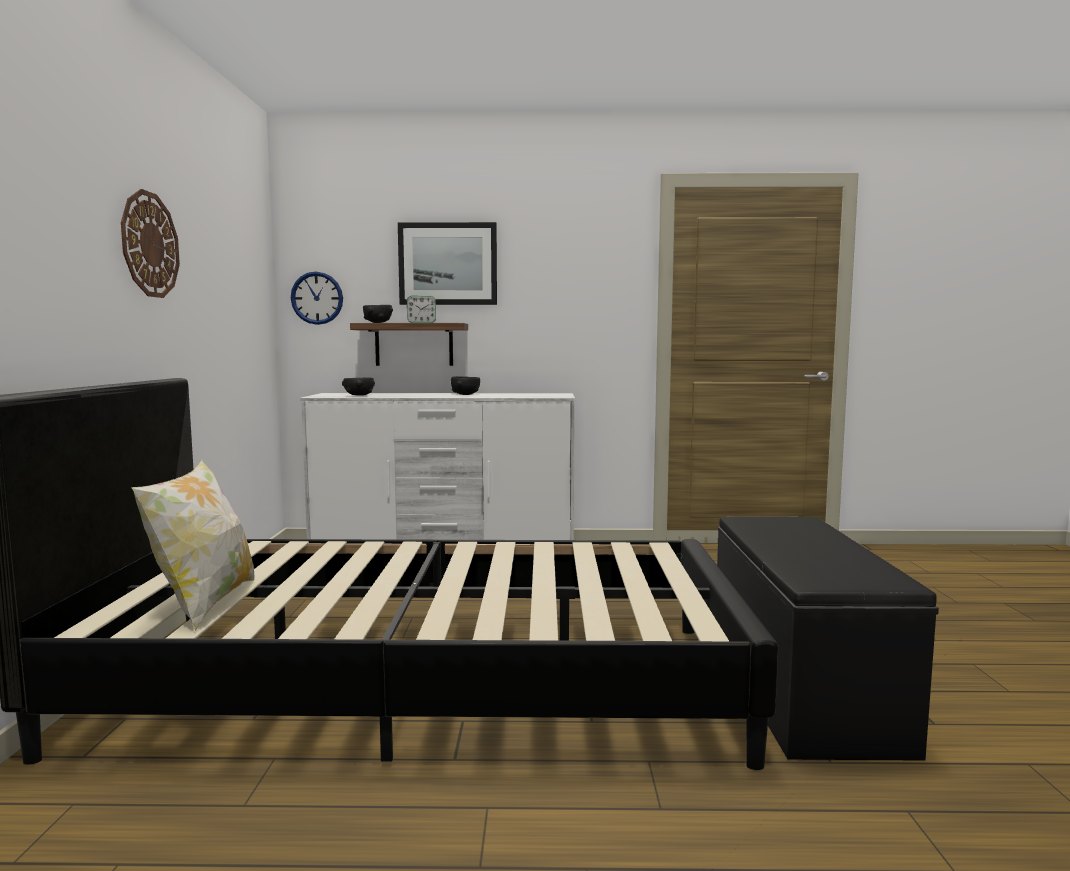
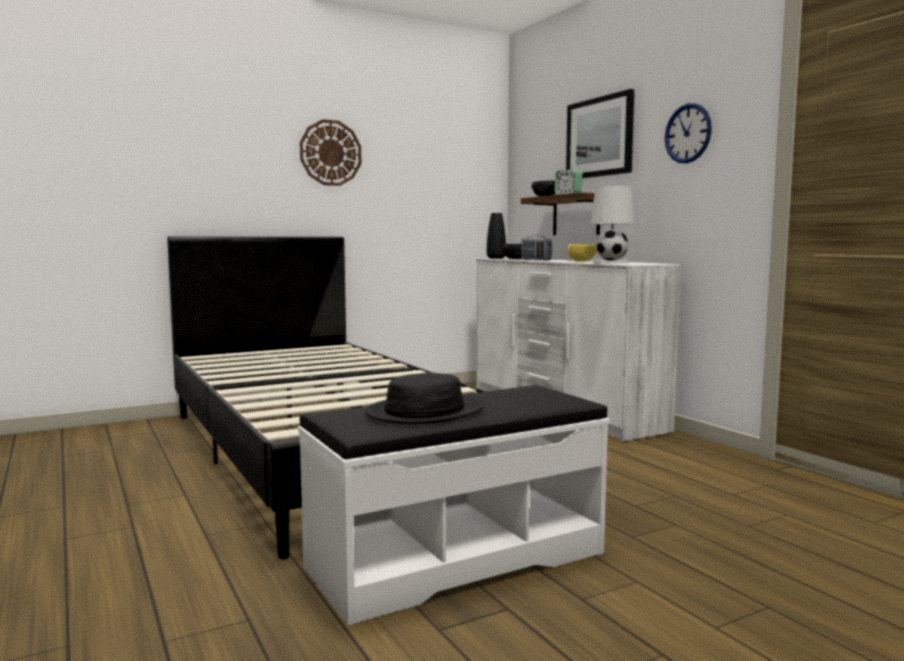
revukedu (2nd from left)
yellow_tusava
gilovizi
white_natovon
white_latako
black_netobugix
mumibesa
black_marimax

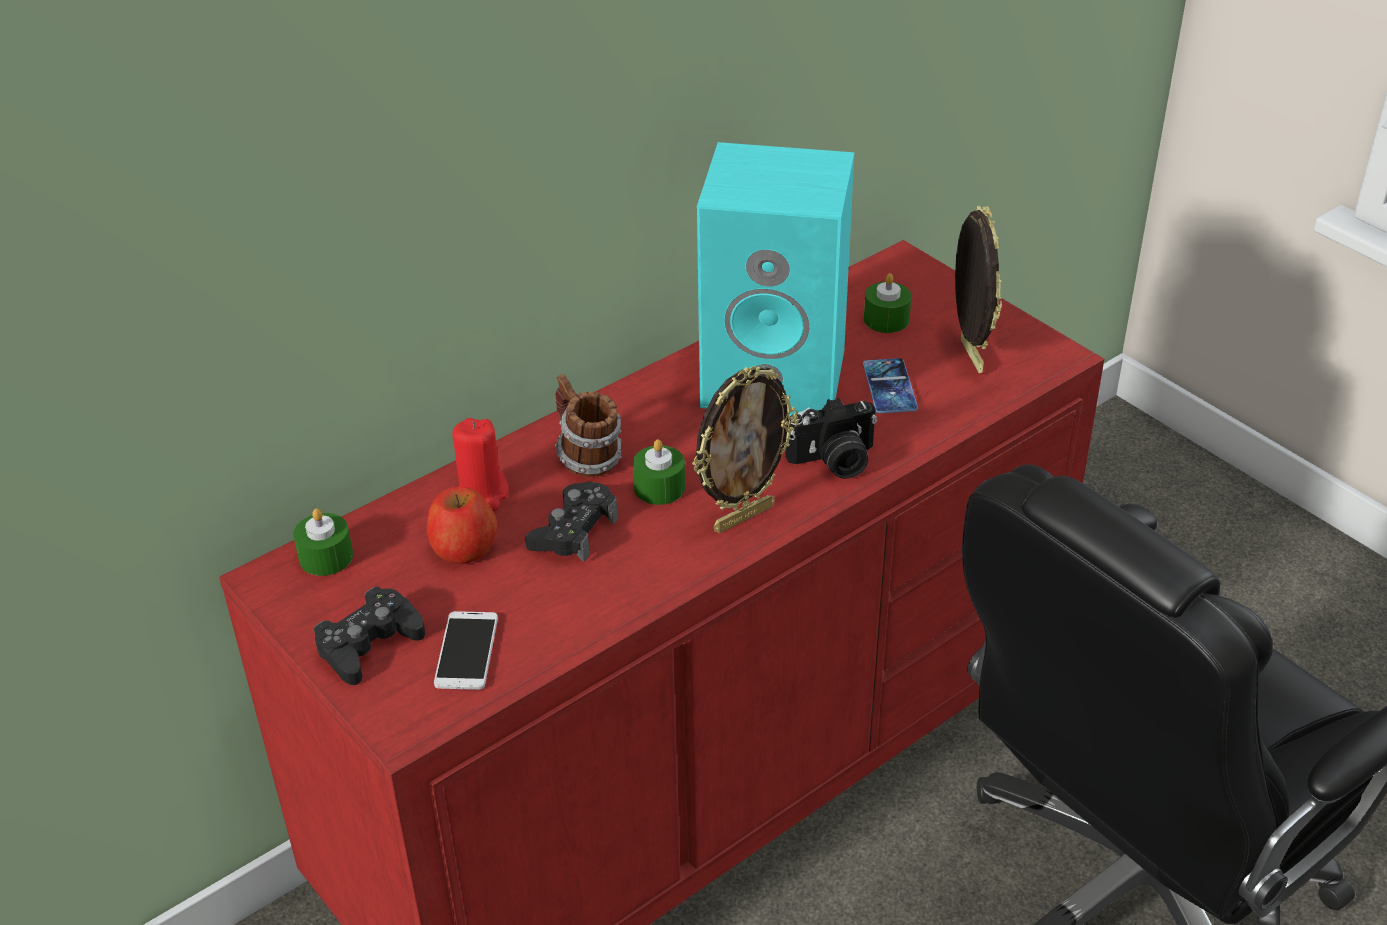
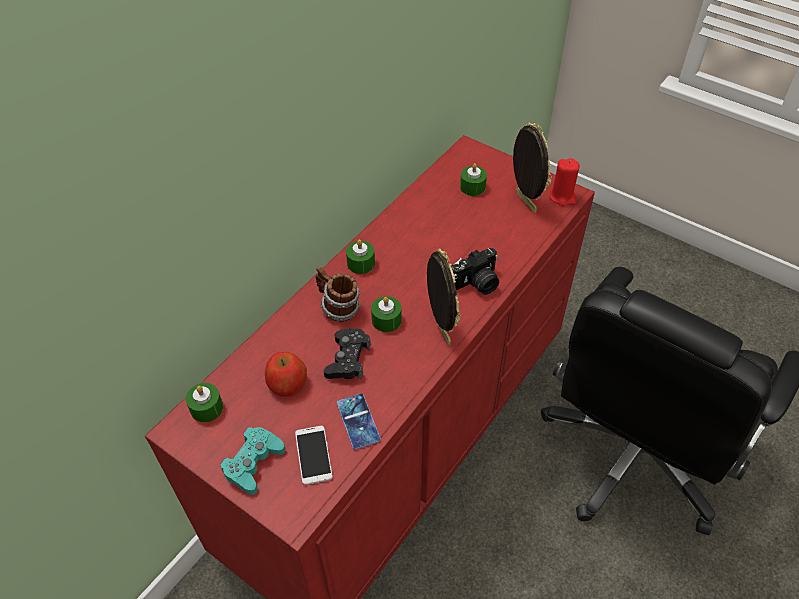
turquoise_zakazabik
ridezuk (2nd from left)
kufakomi (1st from left)
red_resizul
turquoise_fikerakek
green_resizul (2nd from left)

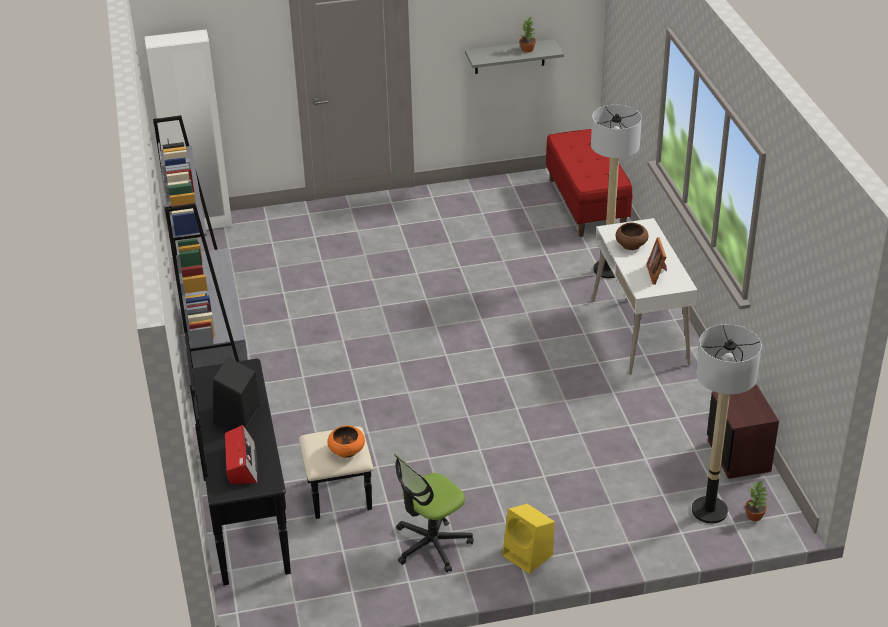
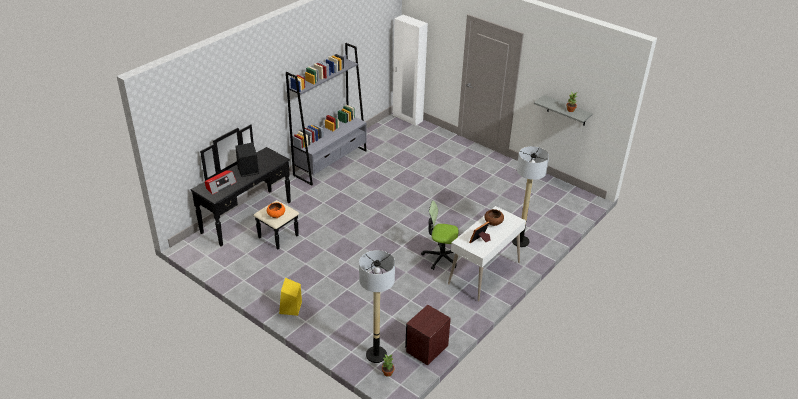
red_natovon
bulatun

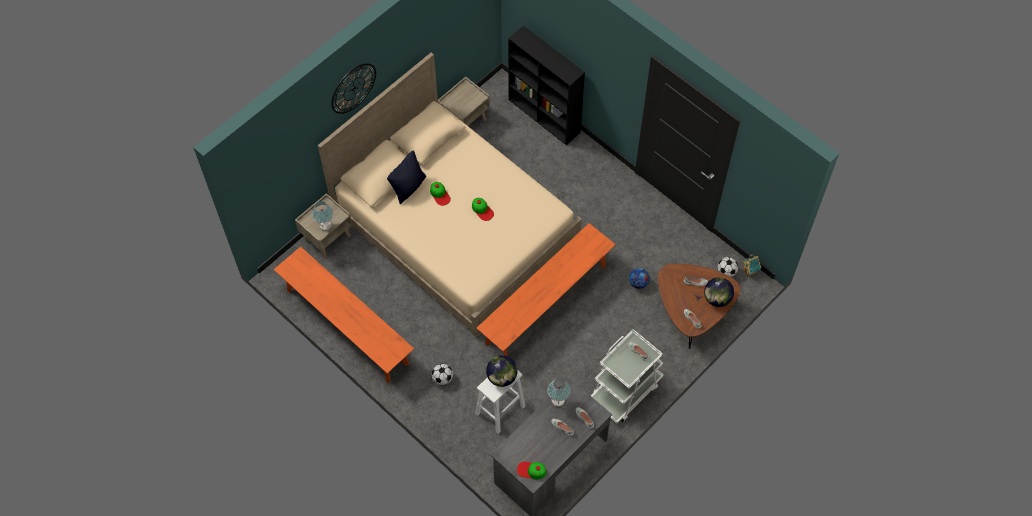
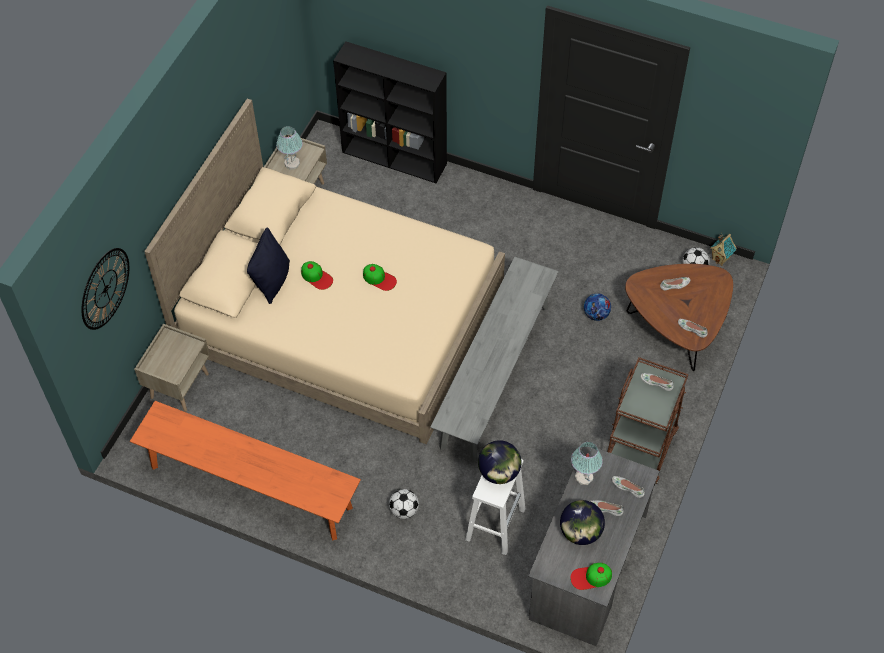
revukedu
latako (1st from left)
grey_natovon
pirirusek (2nd from left)
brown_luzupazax

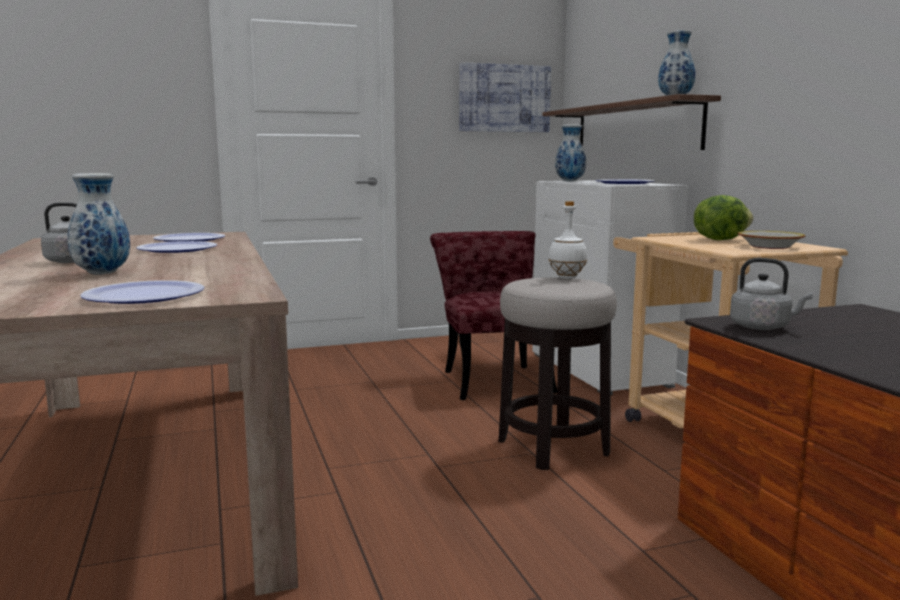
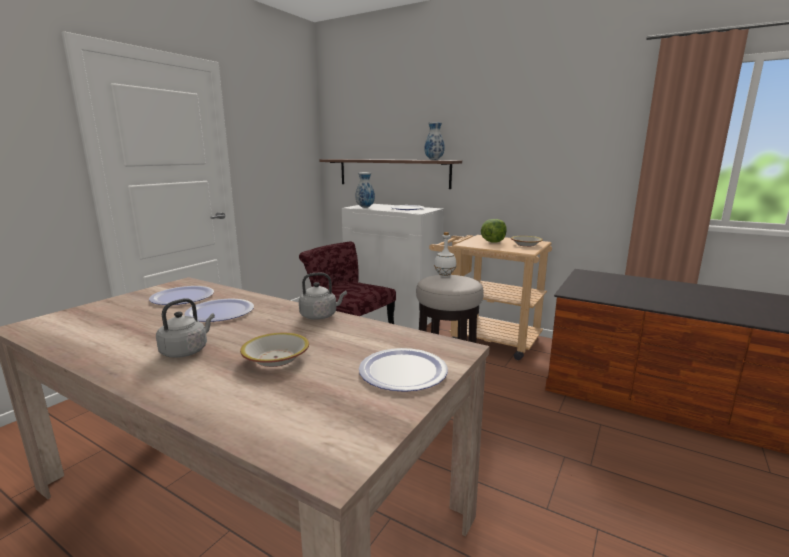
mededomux
tusava (1st from left)
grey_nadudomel (2nd from left)

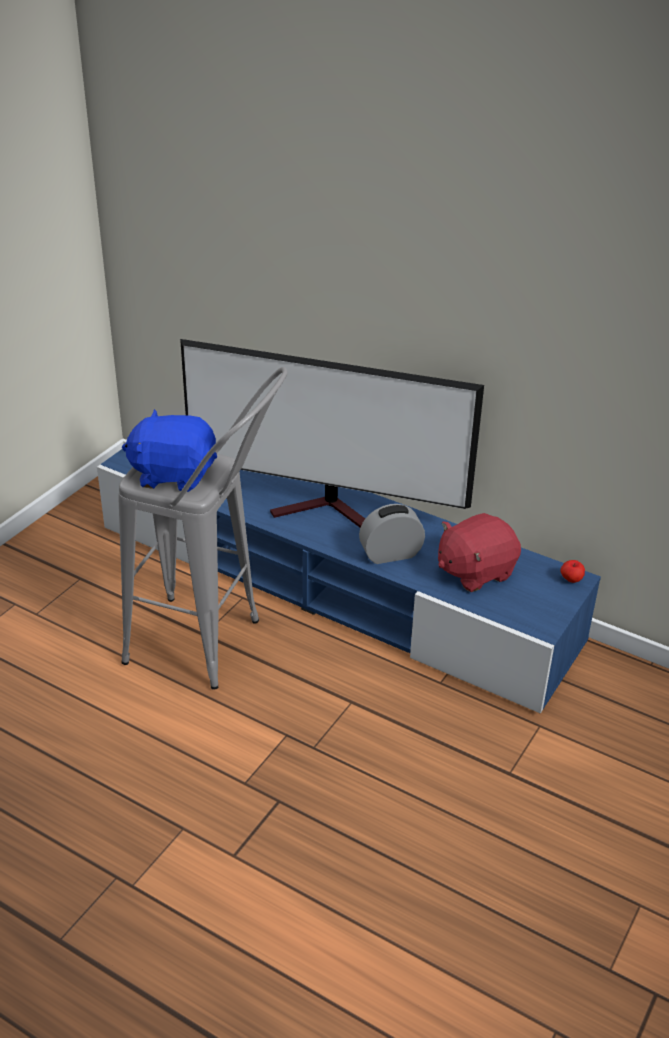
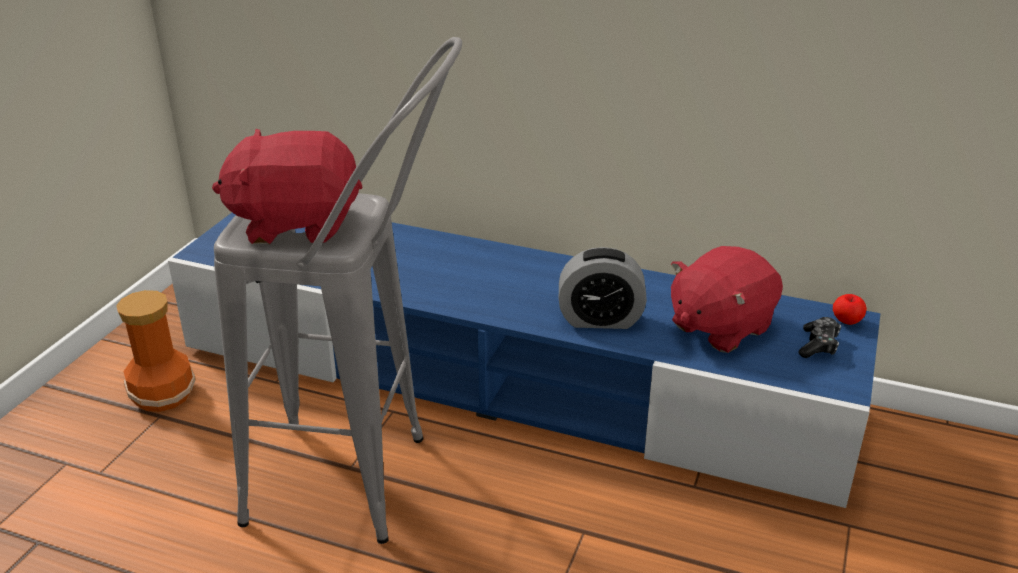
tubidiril
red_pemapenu (1st from left)
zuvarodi
netobugix
fikerakek

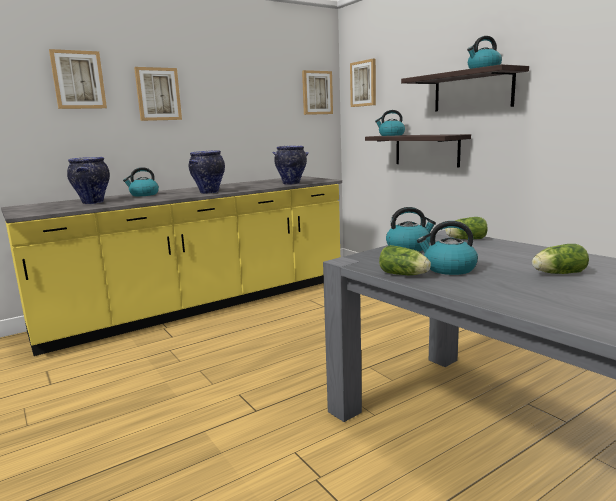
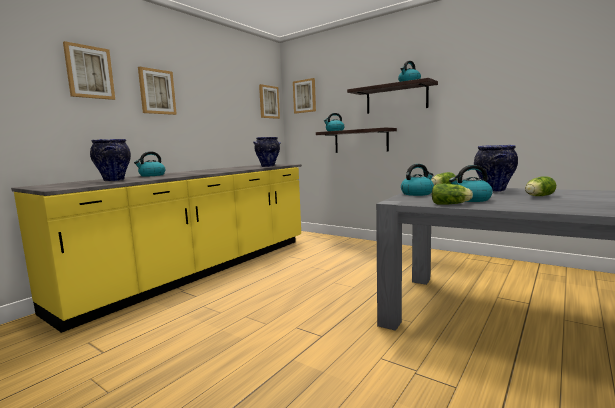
netobugix (3rd from left)

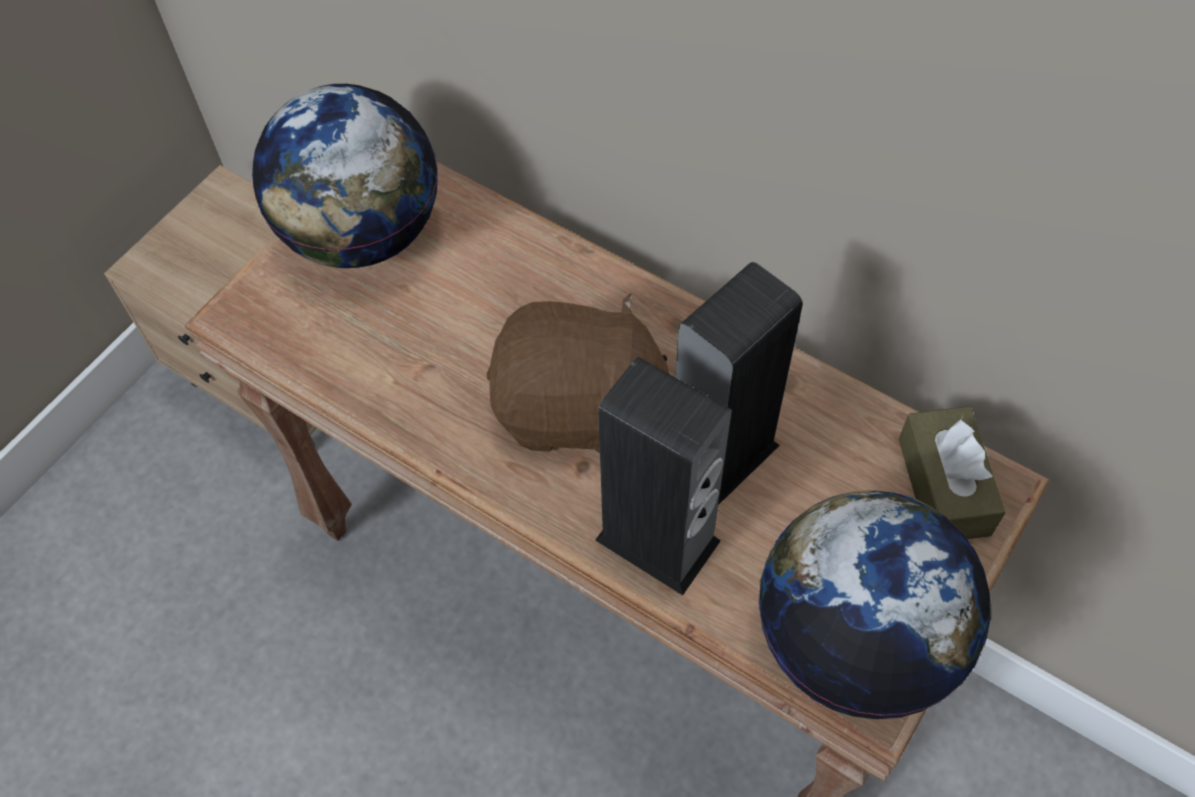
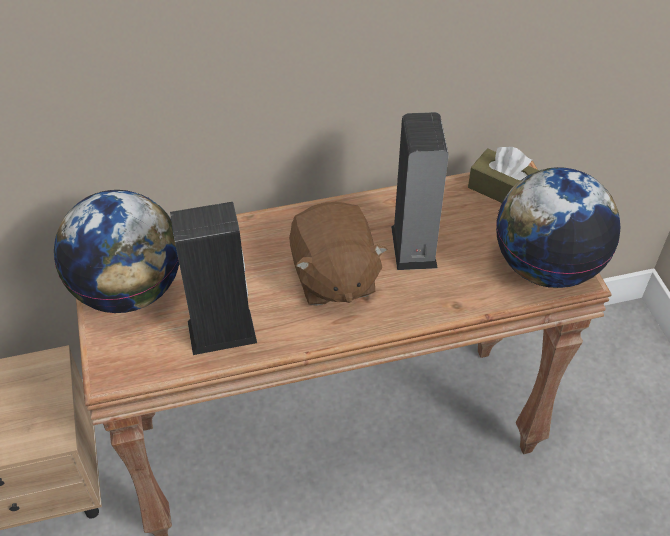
brown_pemapenu
zakazabik (1st from left)

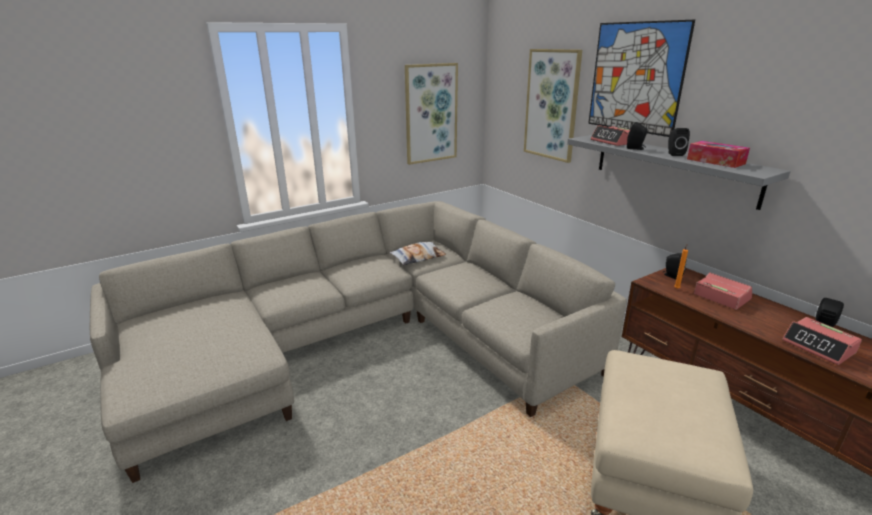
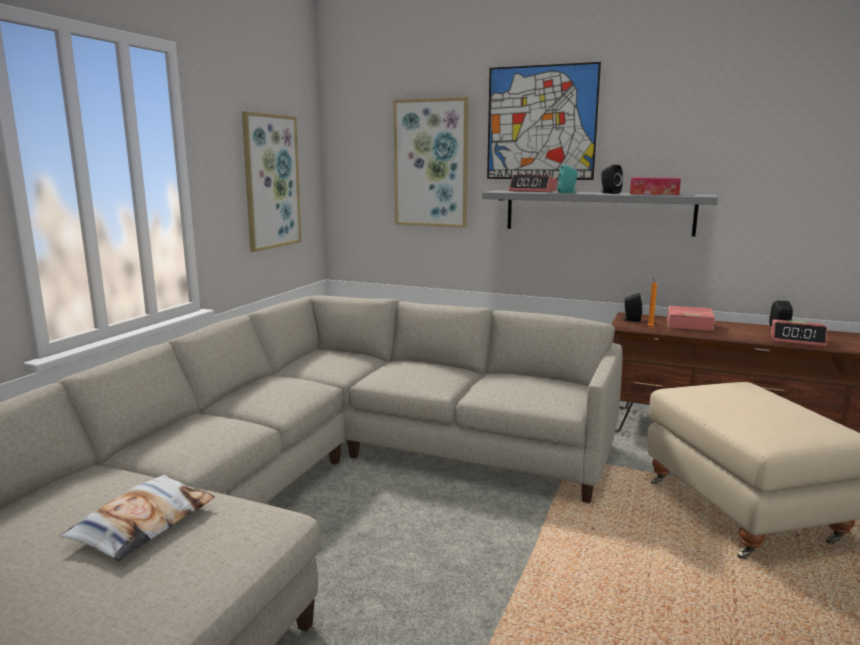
turquoise_zakazabik
gilovizi

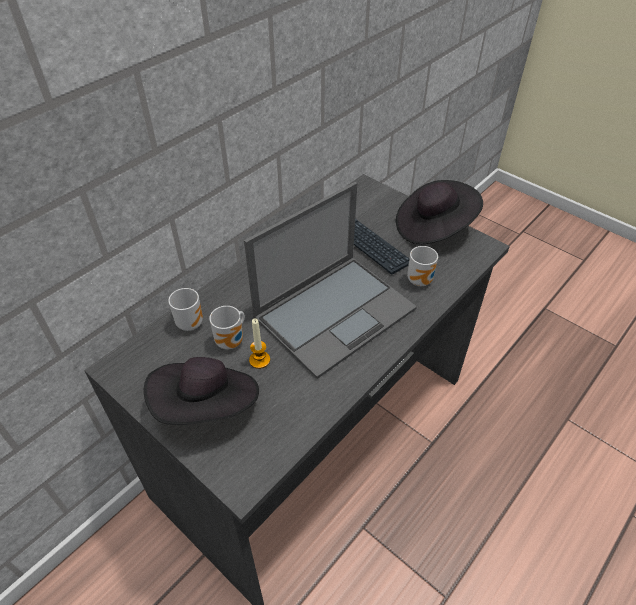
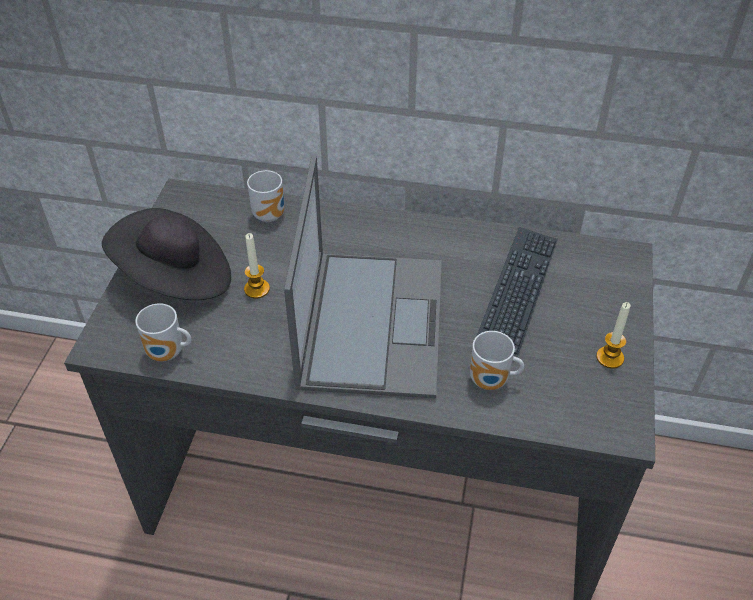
resizul (2nd from left)
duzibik
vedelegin (1st from left)

